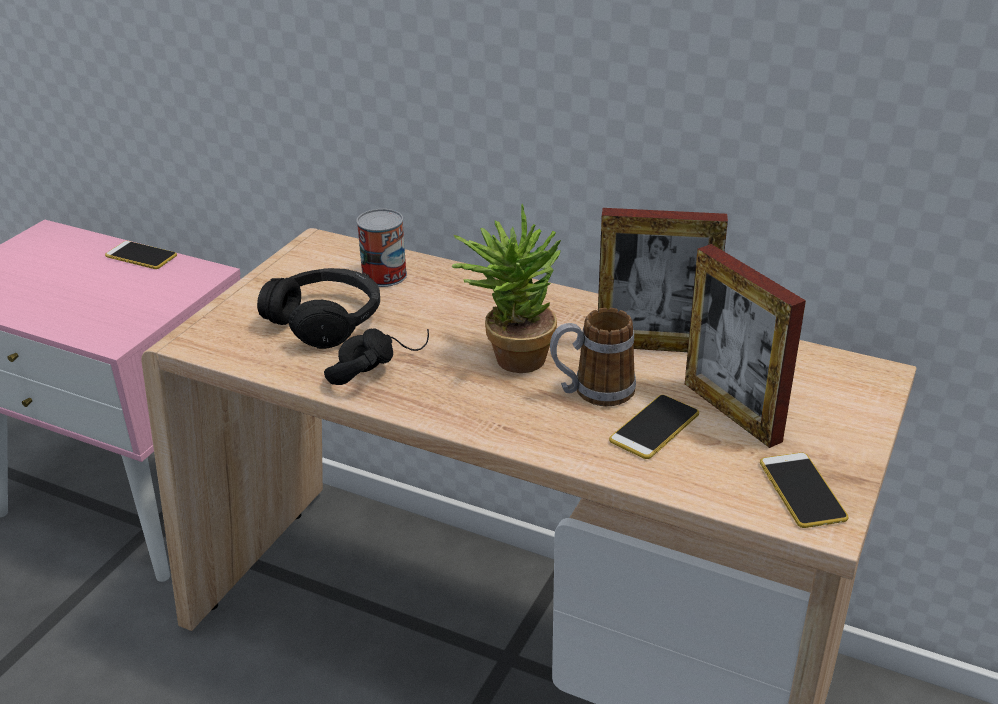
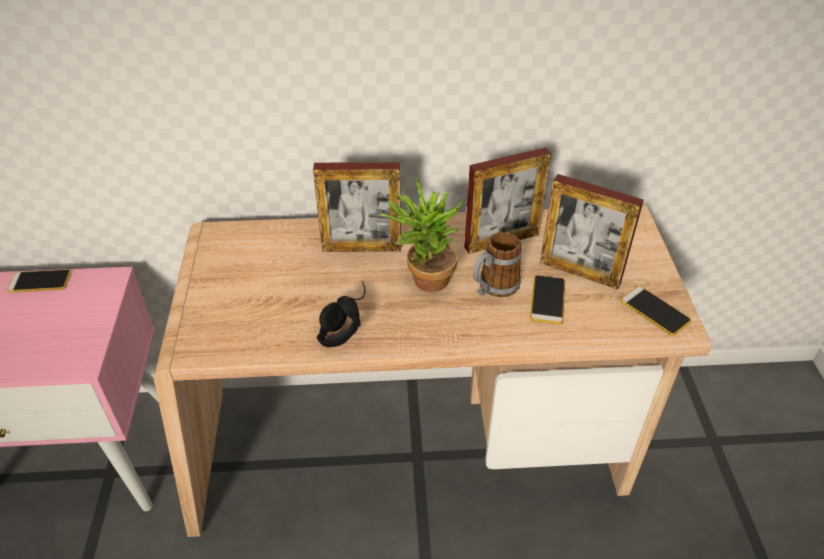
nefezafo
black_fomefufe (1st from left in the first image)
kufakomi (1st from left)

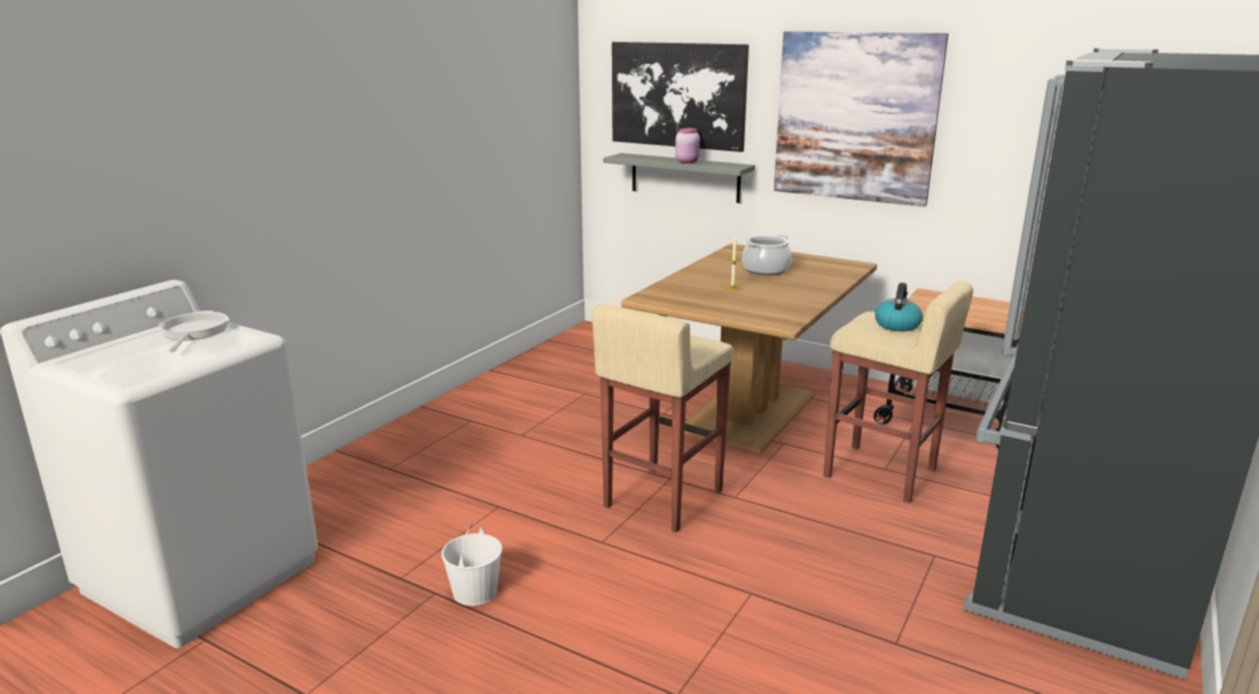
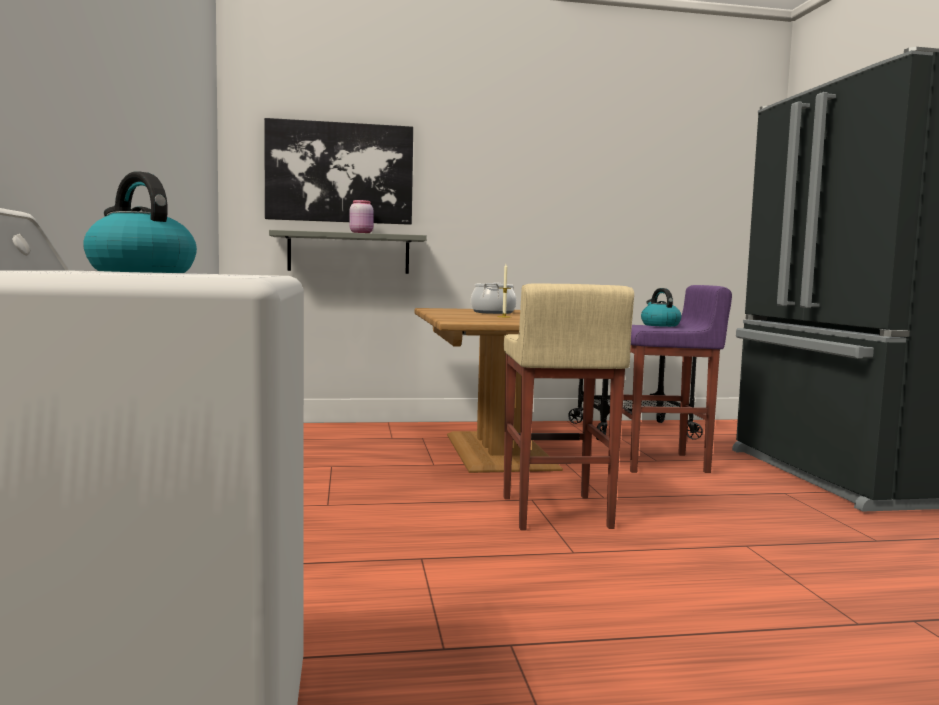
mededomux (2nd from left in the first image)
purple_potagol
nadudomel (1st from left)
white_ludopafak

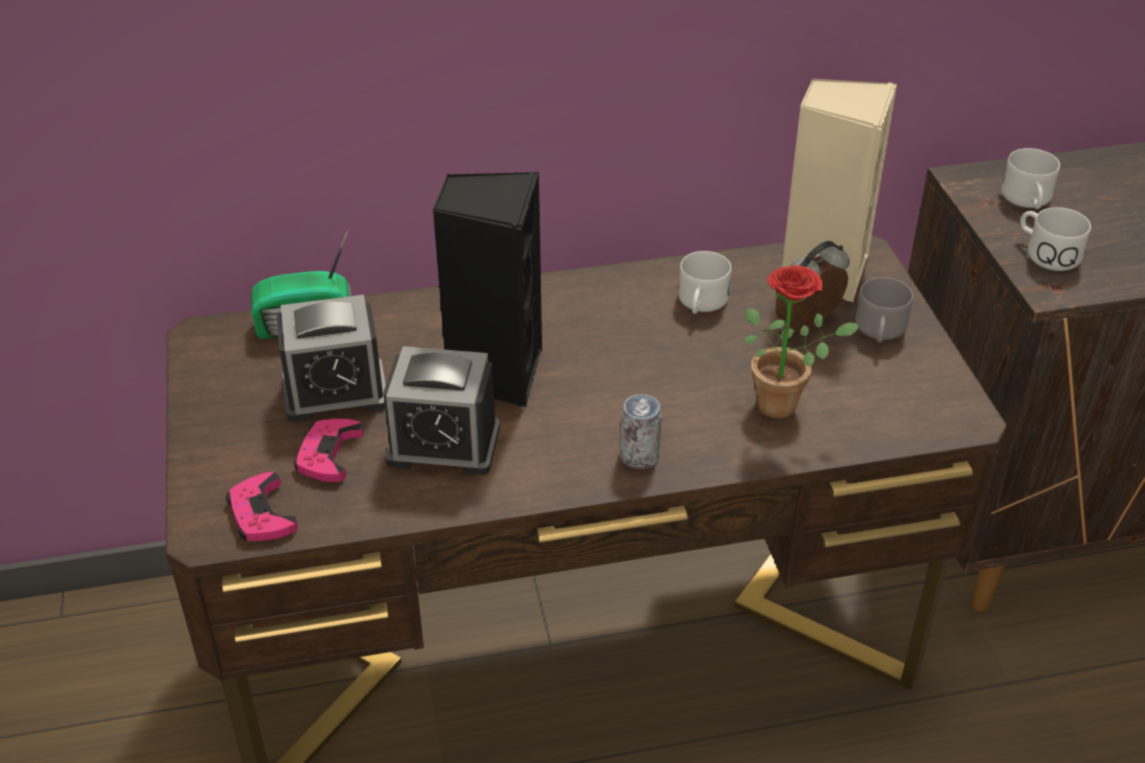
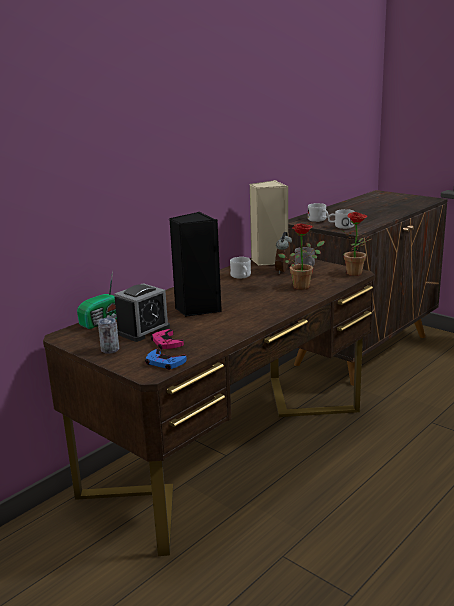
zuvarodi (2nd from left in the first image)
nefezafo
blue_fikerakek
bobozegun (2nd from left)

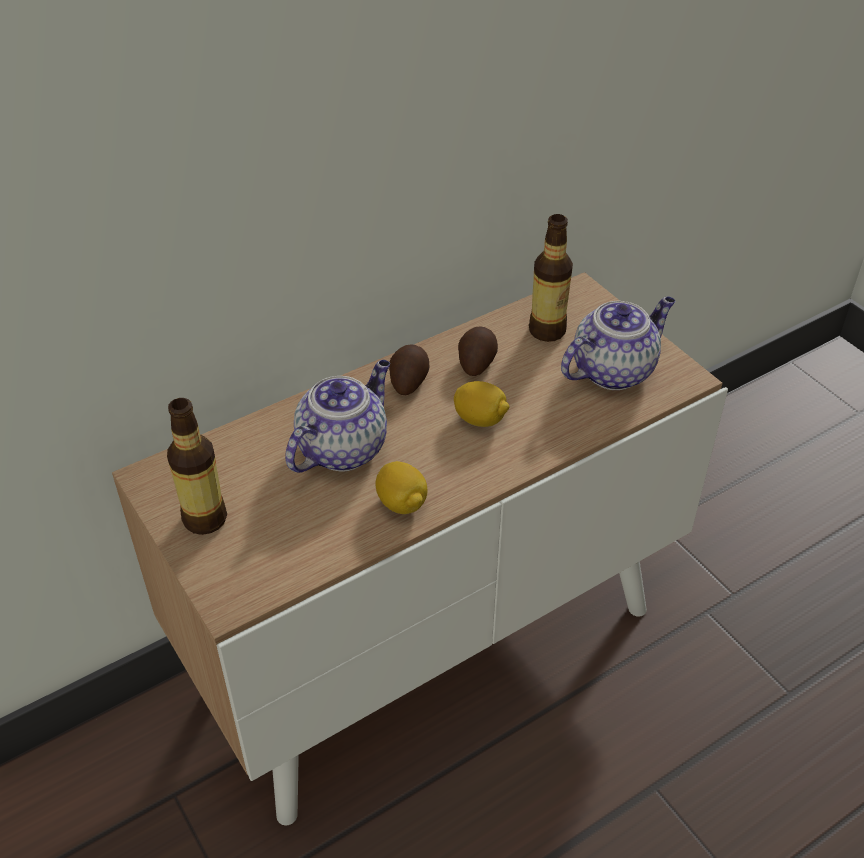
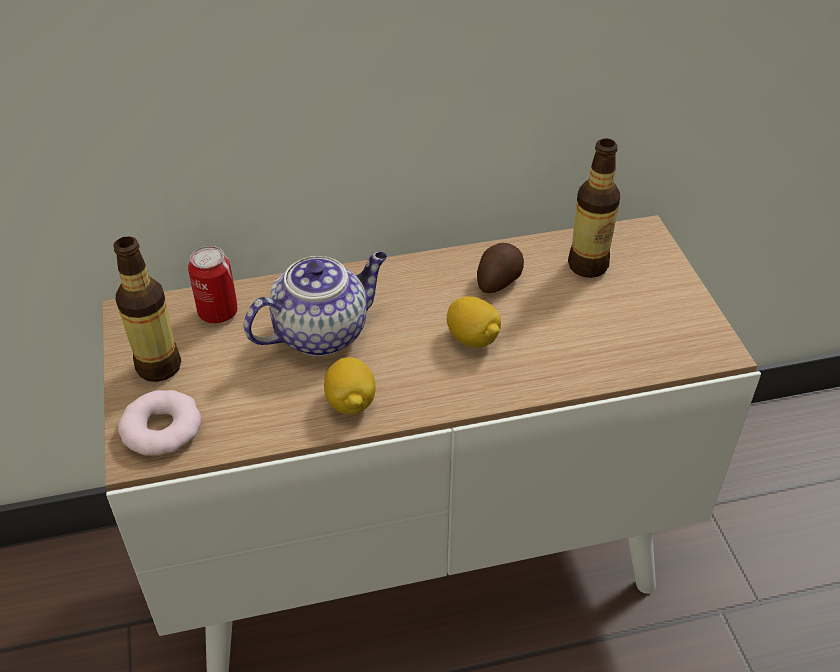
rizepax (2nd from left in the first image)
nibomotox (1st from left in the first image)
nefezafo
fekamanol

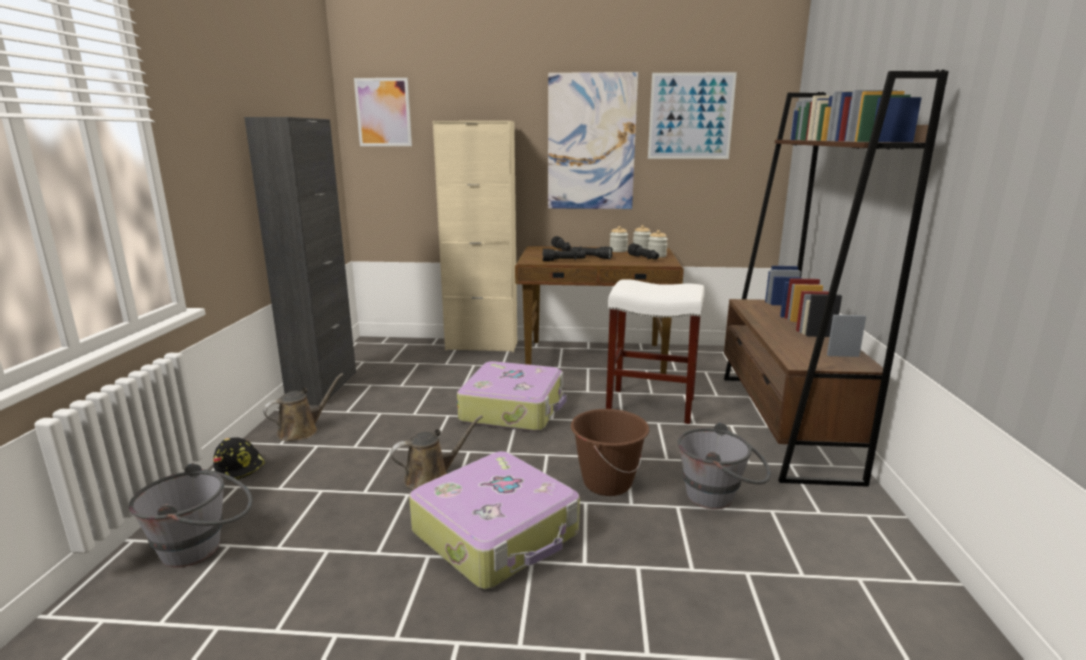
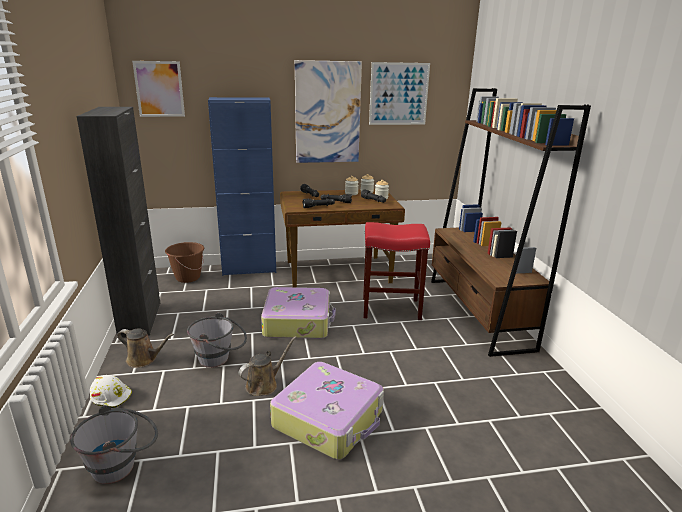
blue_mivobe
red_potagol
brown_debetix (1st from left)
brown_ludopafak
grey_ludopafak (2nd from left)
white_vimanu

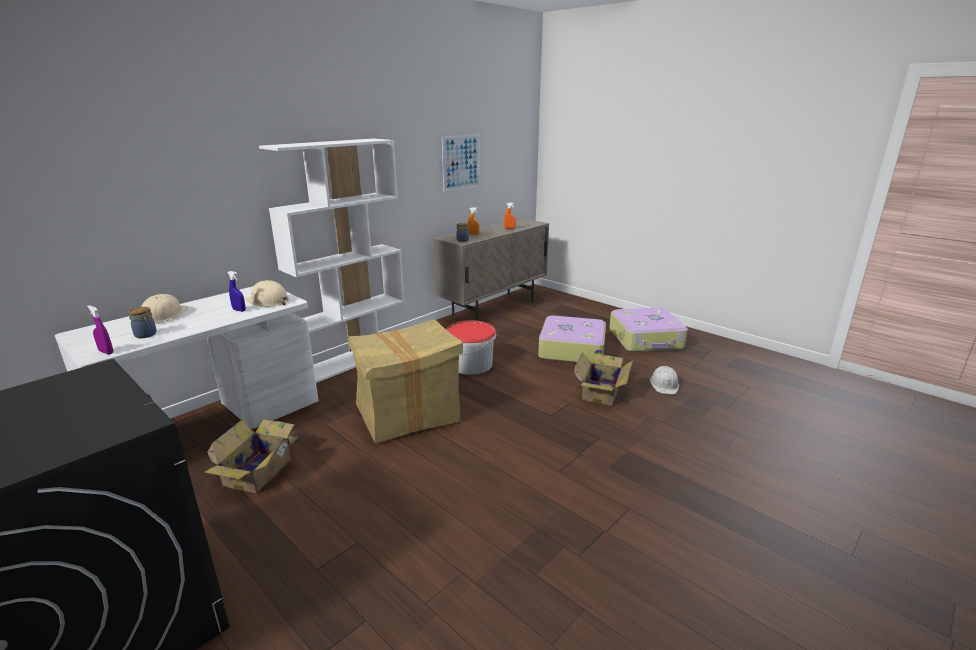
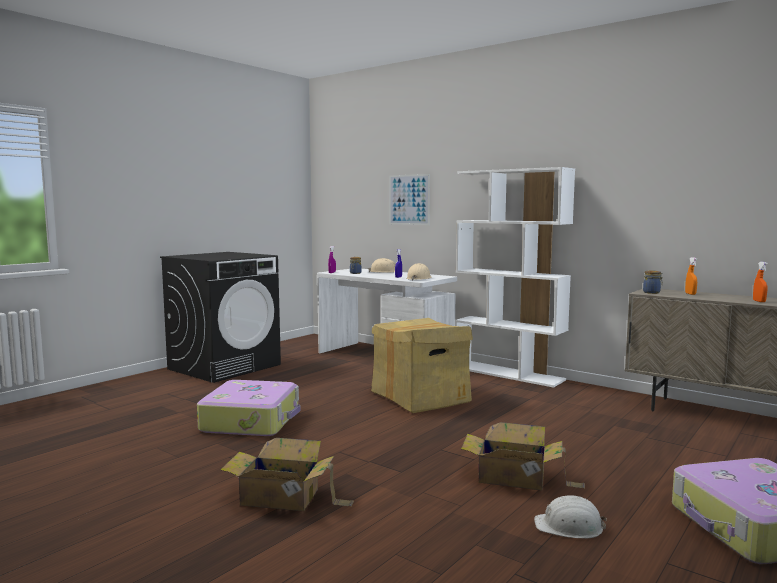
mededomux
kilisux (1st from left)
ludopafak
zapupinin (1st from left)

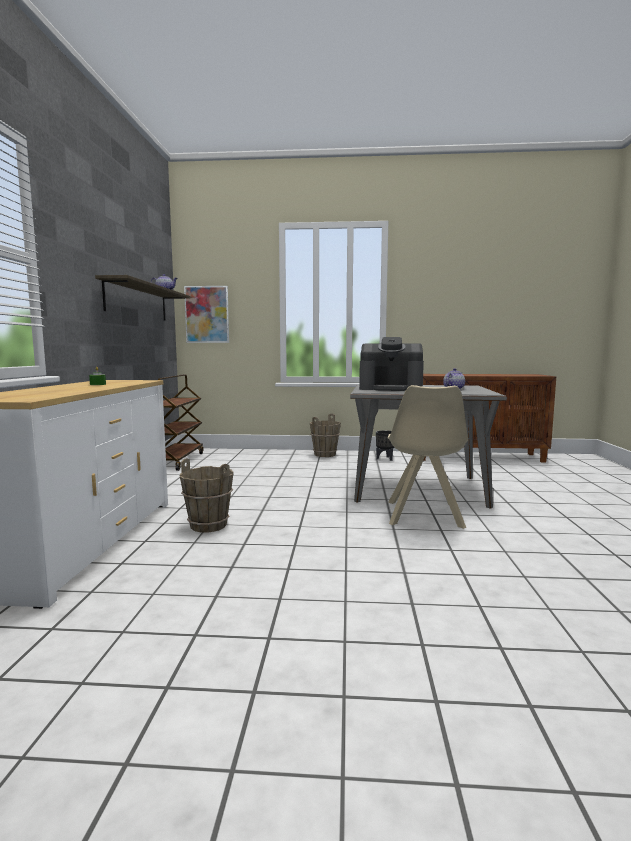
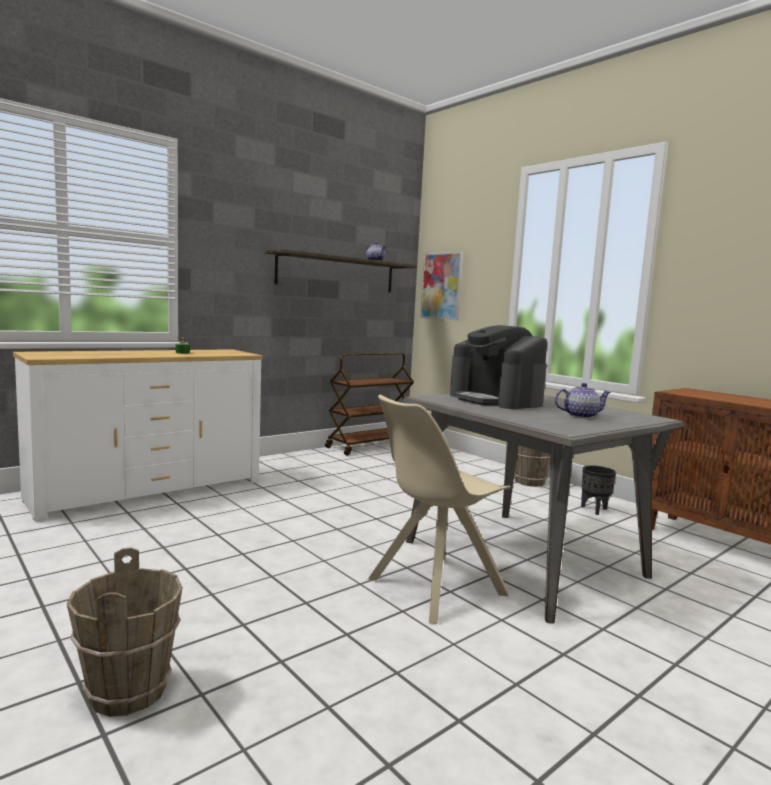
brown_ludopafak (1st from left)

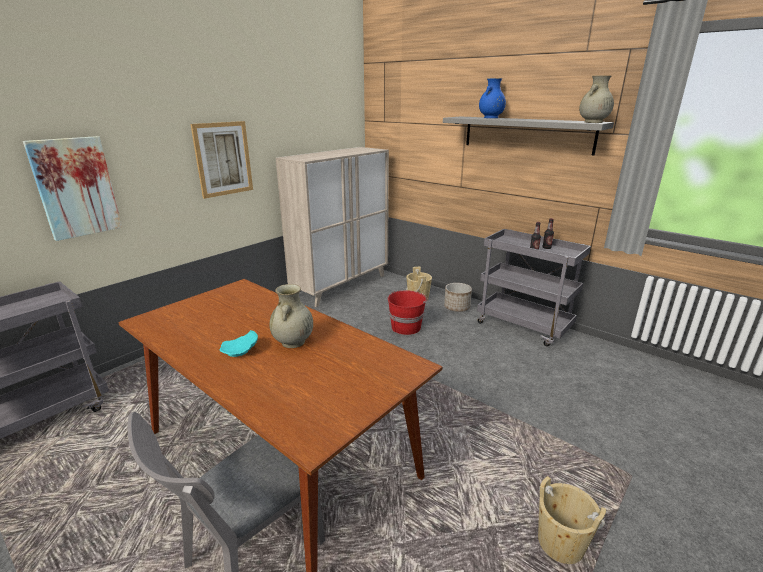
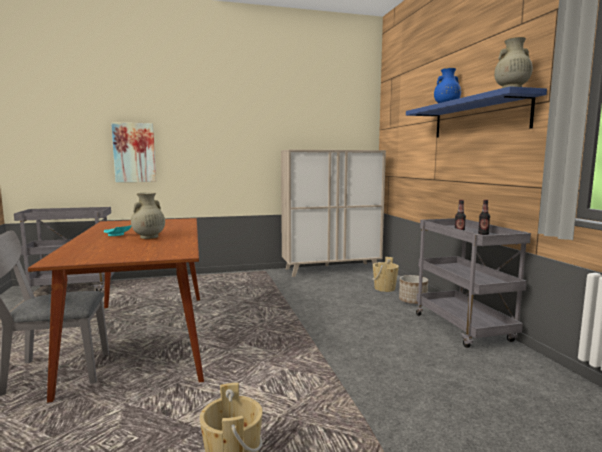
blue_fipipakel
mededomux (2nd from left in the first image)
red_ludopafak

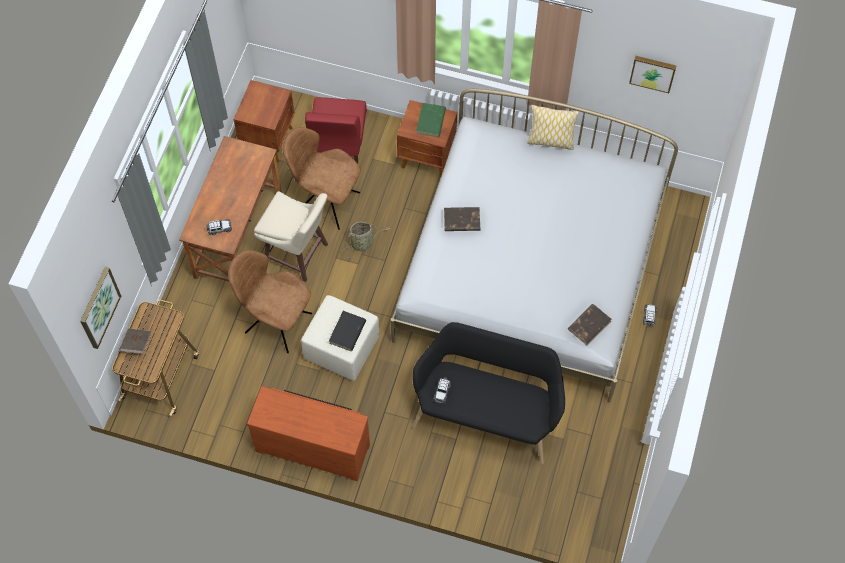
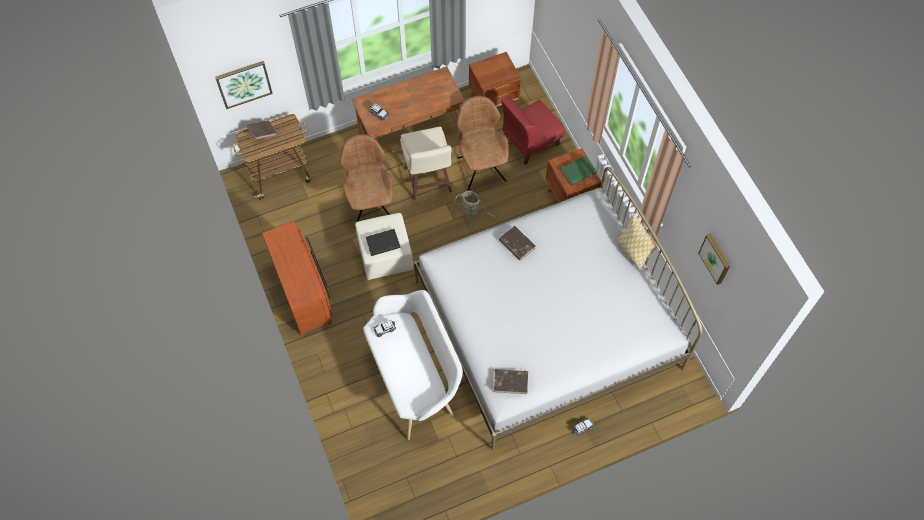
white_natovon

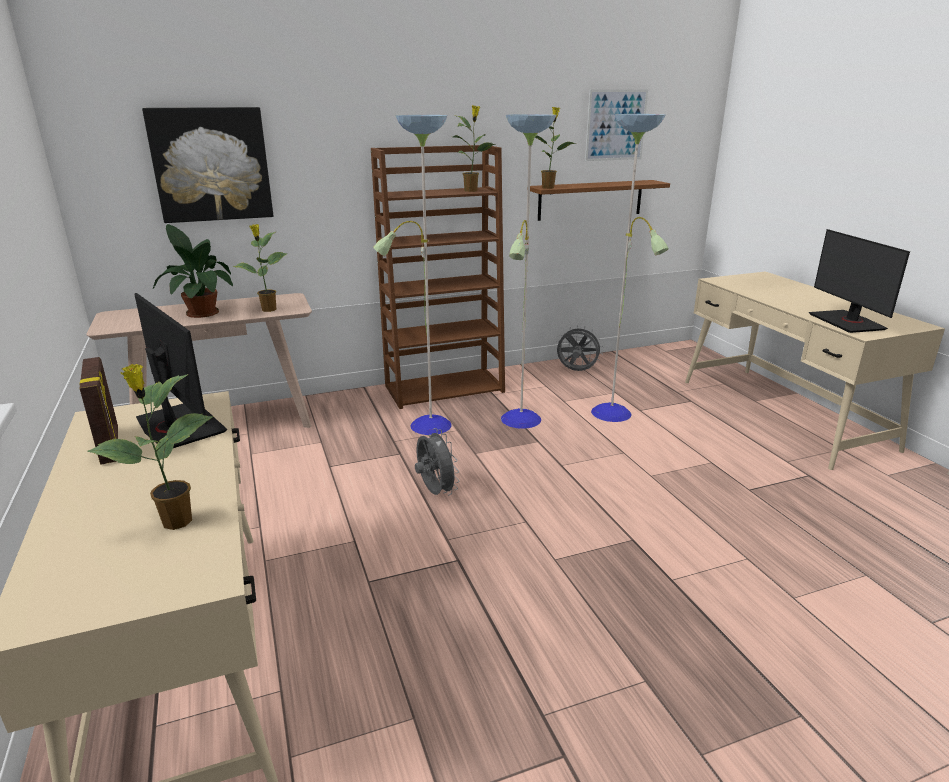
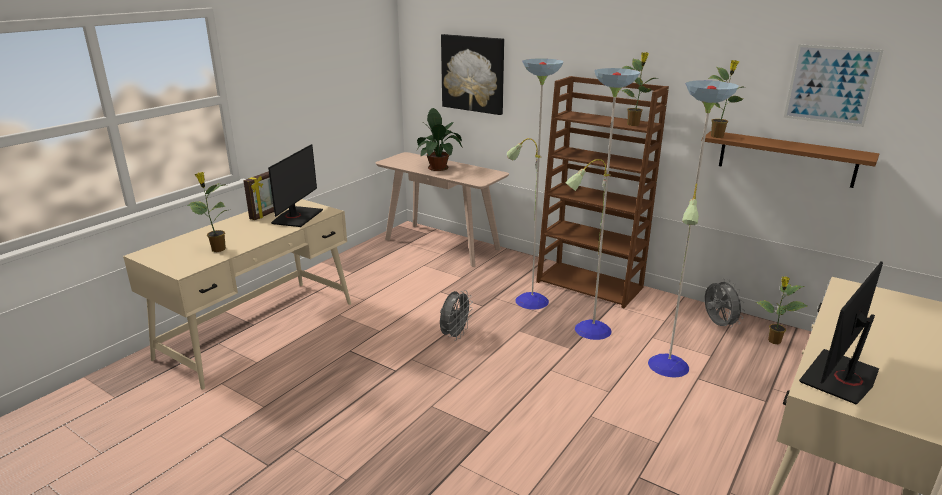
bobozegun (5th from left)

